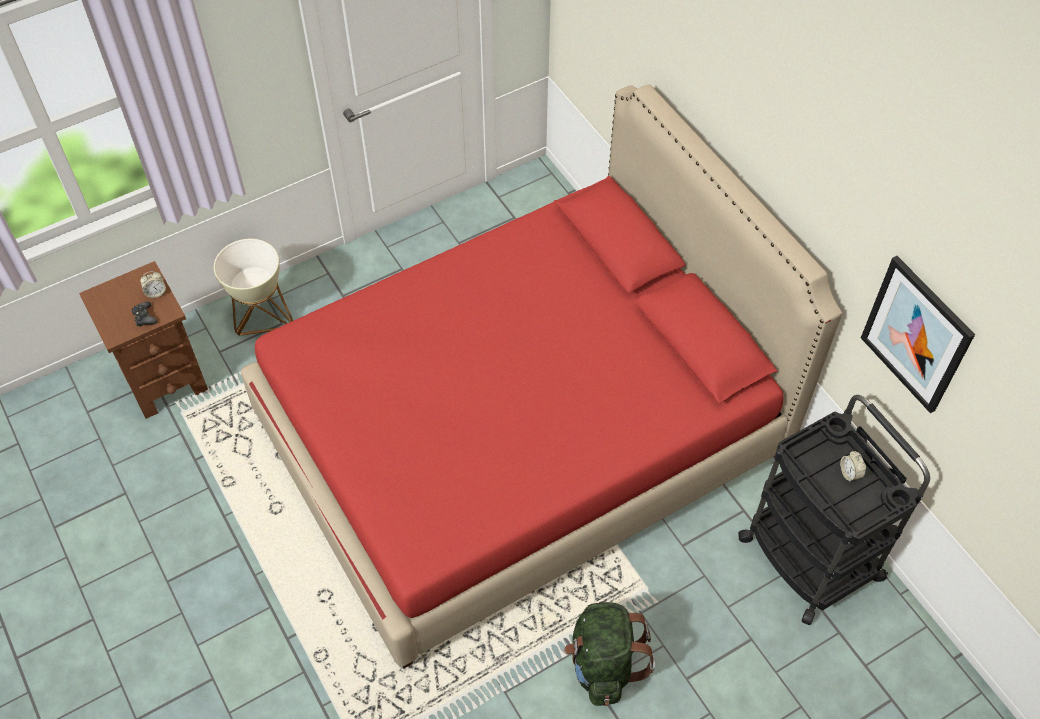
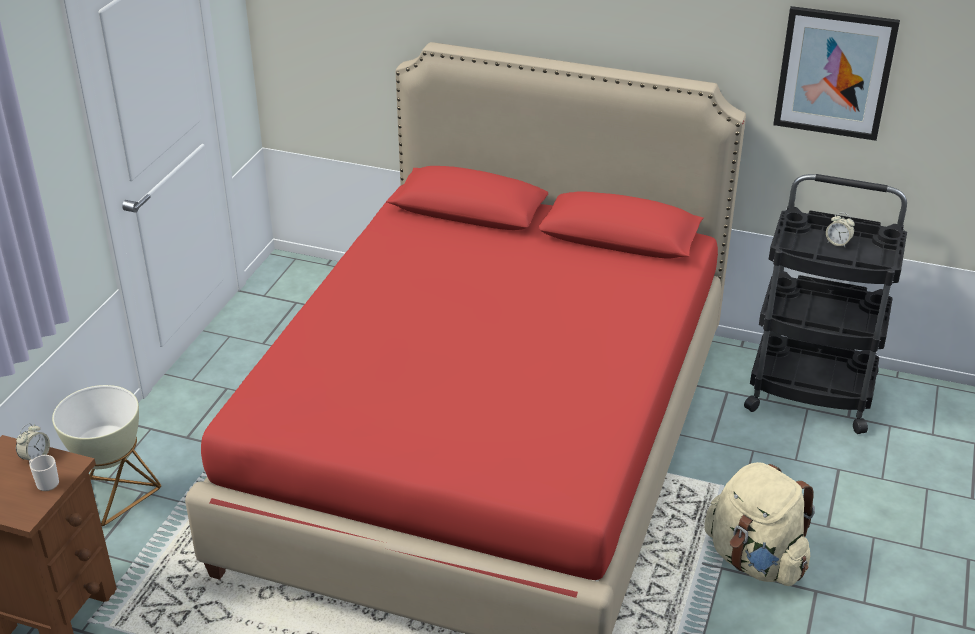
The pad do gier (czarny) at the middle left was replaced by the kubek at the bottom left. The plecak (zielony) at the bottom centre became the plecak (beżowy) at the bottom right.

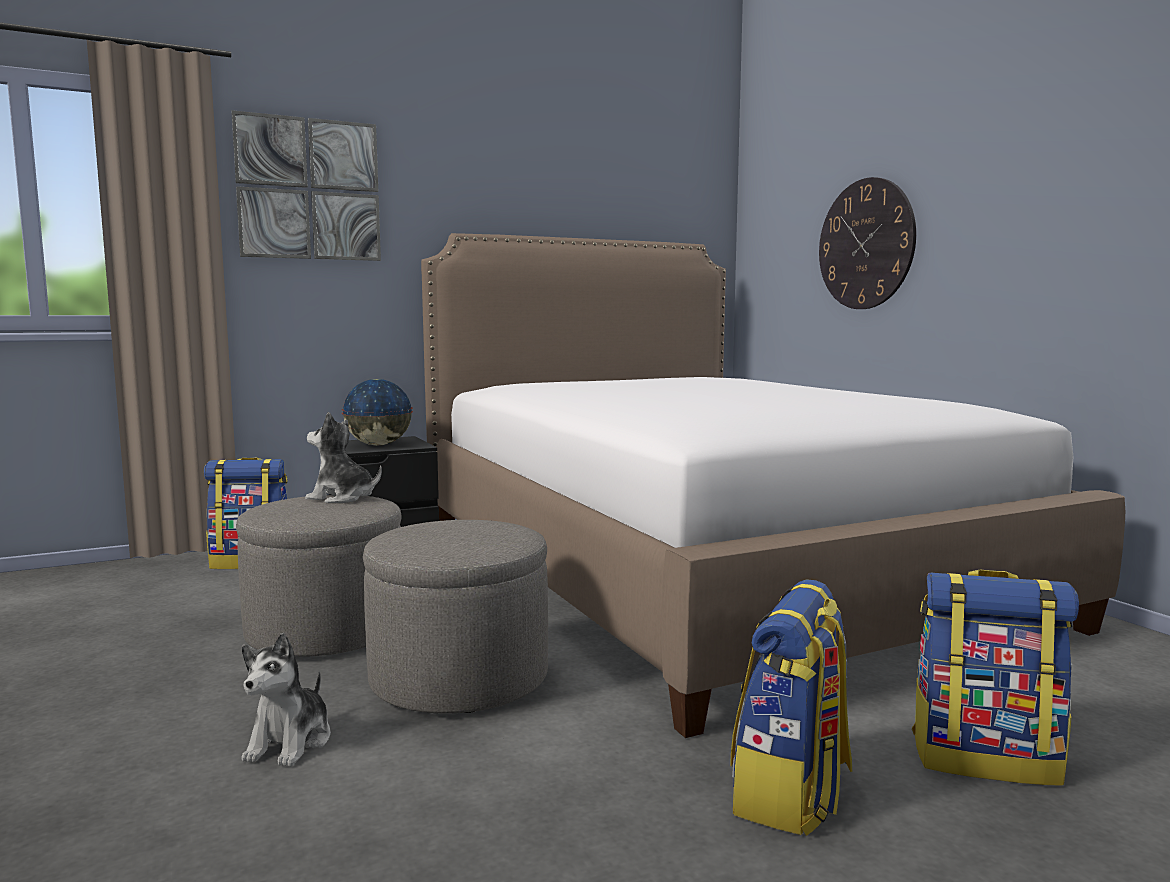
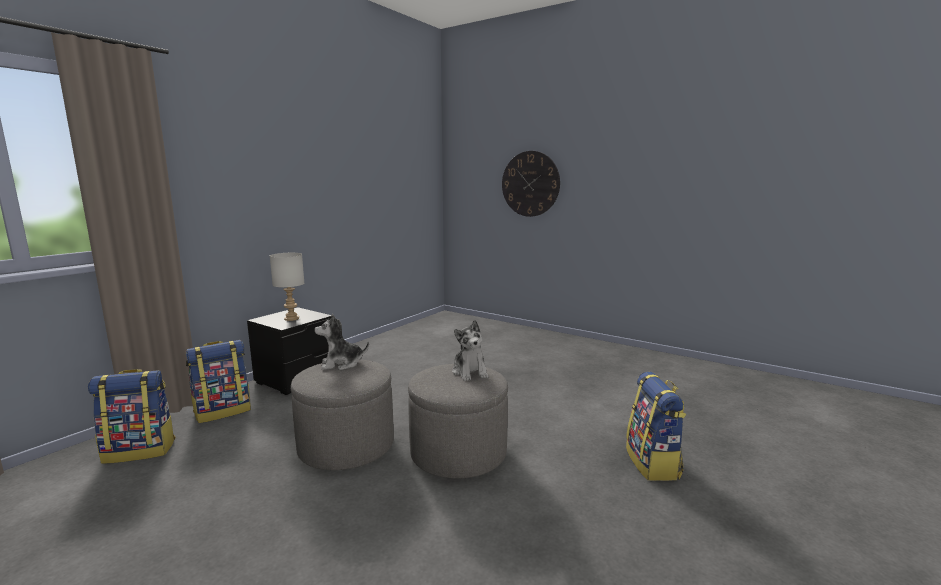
The plecak (no. 3 from left in the first image) moved from the bottom right to the bottom left. The globus at the middle left was replaced by the lampa stołowa (szary) at the middle left. The pluszak (no. 1 from left in the first image) moved from the bottom left to the centre. The obraz at the top left disappeared. The łóżko at the centre disappeared.

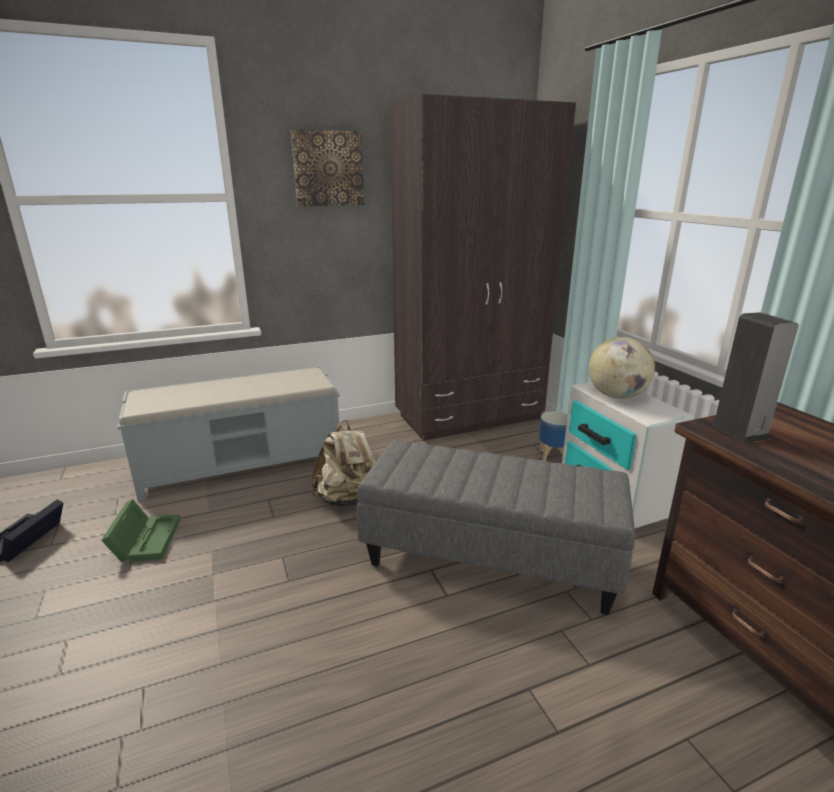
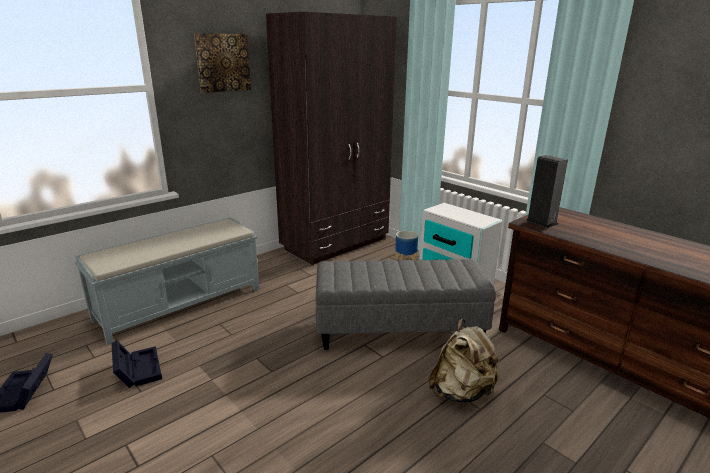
The pojemnik do przechowywania (zielony) at the bottom left became the pojemnik do przechowywania (czarny) (no. 2 from left) at the bottom left. The plecak (beżowy) moved from the centre to the bottom centre. The globus at the middle right disappeared.

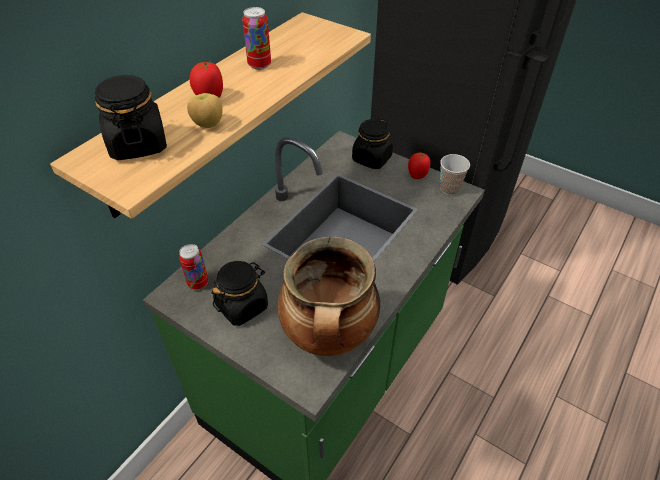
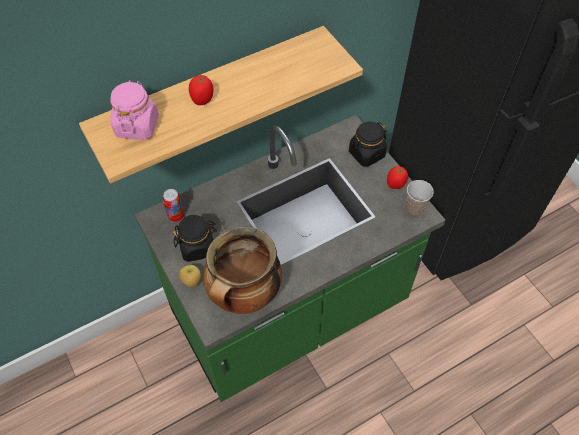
The słoik (czarny) (no. 1 from left) at the top left became the słoik (różowy) at the top left. The jabłko moved from the top left to the middle left. The puszka (no. 2 from left) at the top centre disappeared.

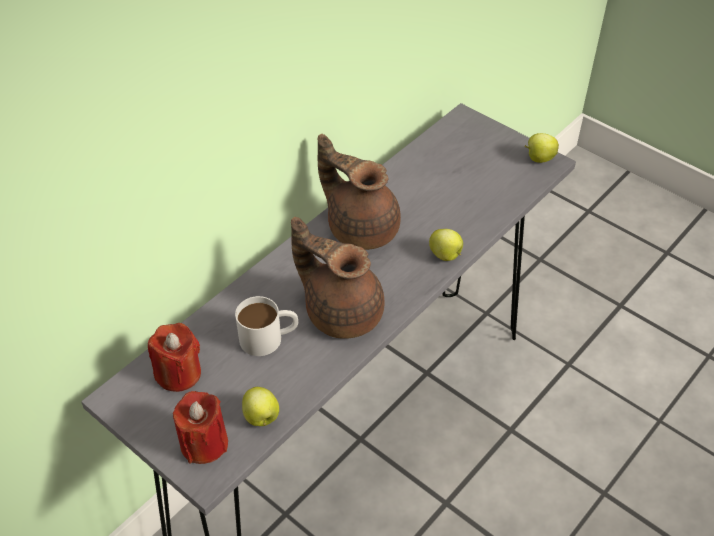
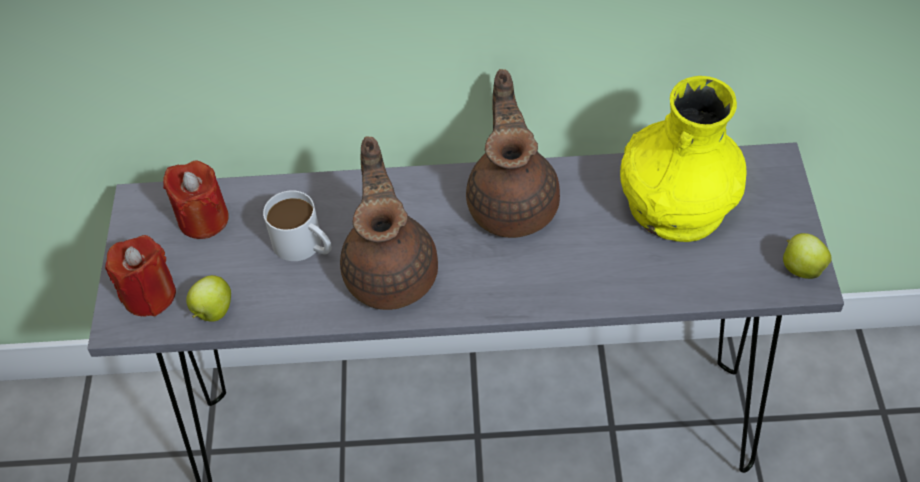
The wazon (żółty) at the top right appeared. The jabłko (no. 2 from left) at the centre disappeared.

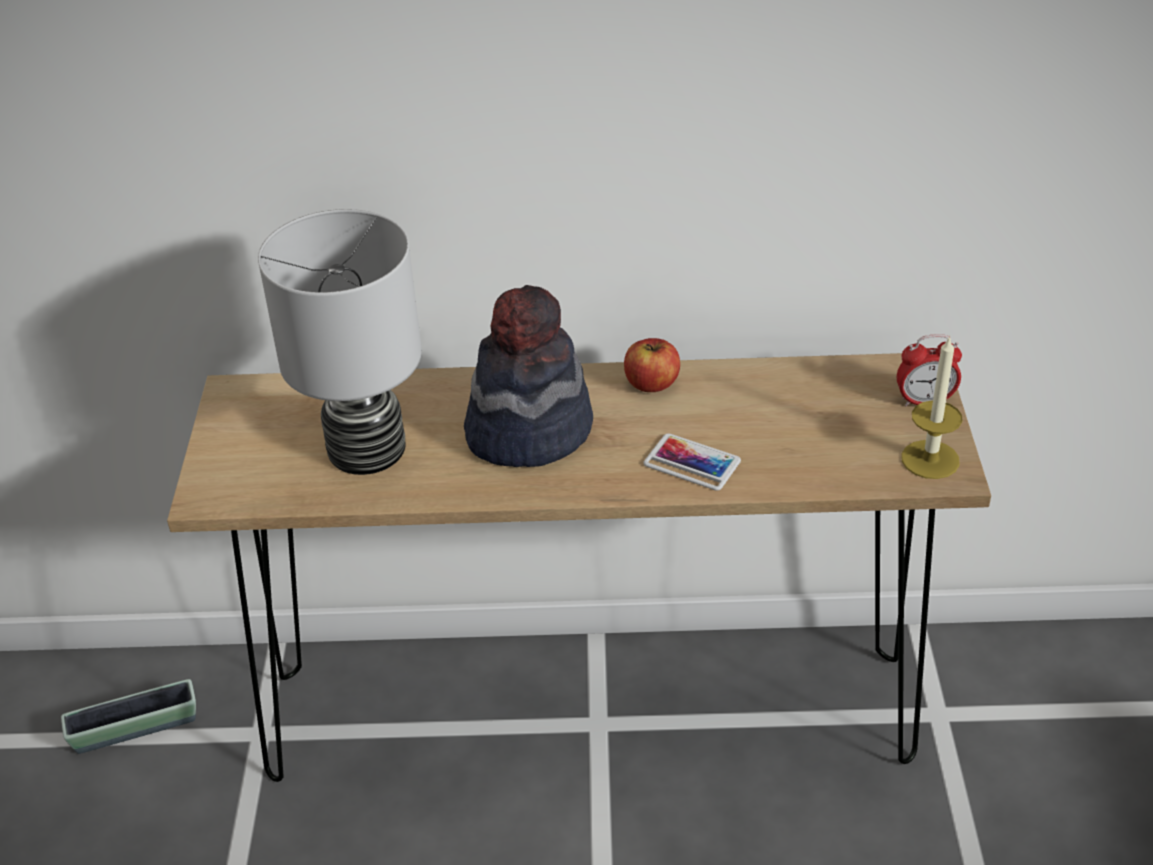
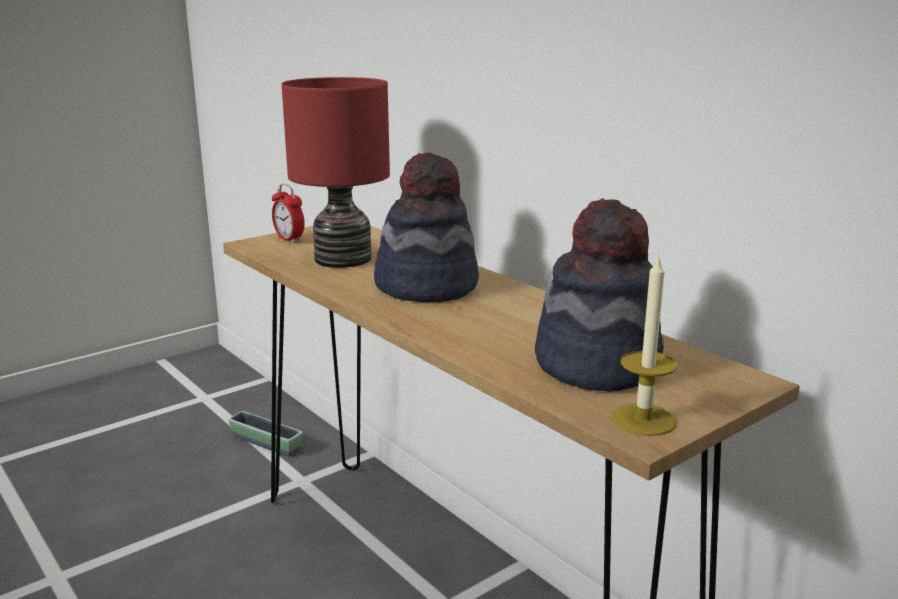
The budzik moved from the middle right to the middle left. The lampa stołowa (szary) at the middle left became the lampa stołowa (czerwony) at the top centre. The kapelusz (no. 2 from left) at the middle right appeared. The jabłko at the centre disappeared. The telefon at the centre disappeared.

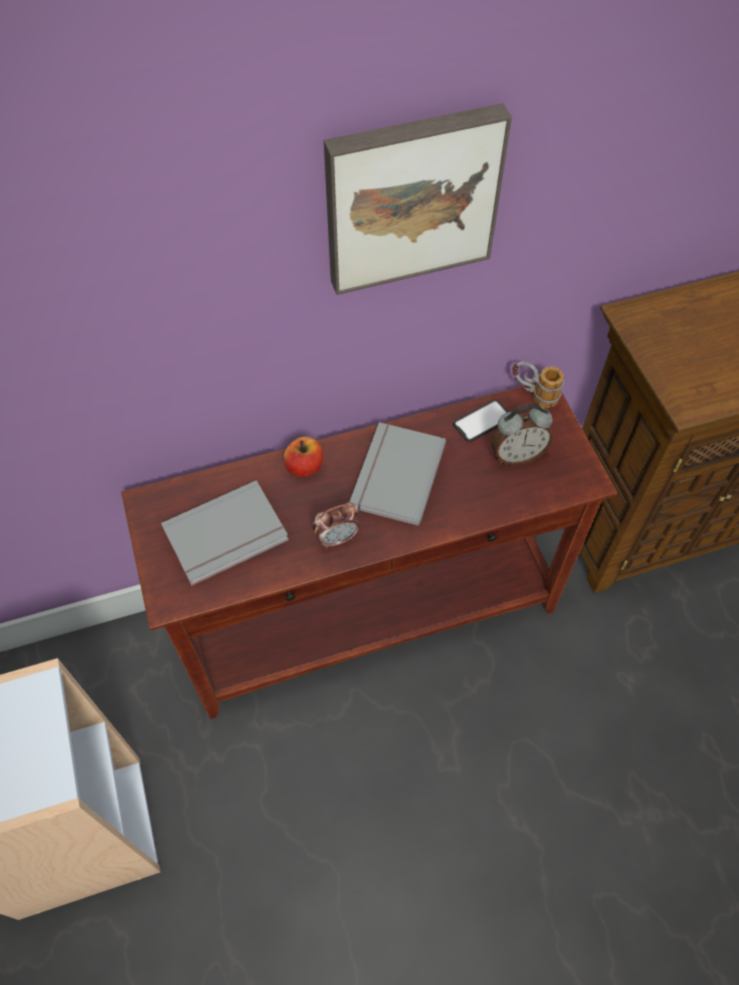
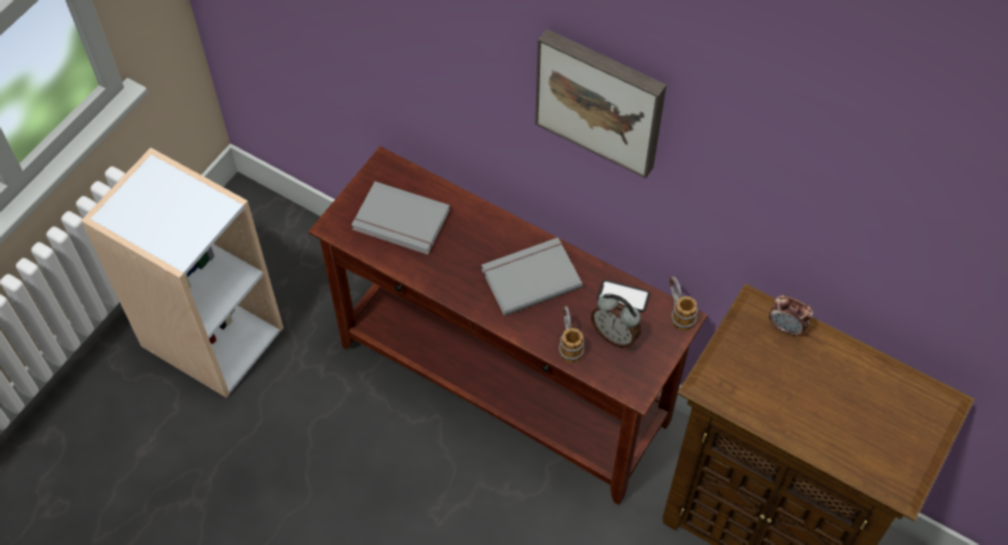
The kubek (no. 1 from left) at the centre appeared. The budzik (no. 1 from left in the first image) moved from the centre to the middle right. The jabłko at the centre disappeared.

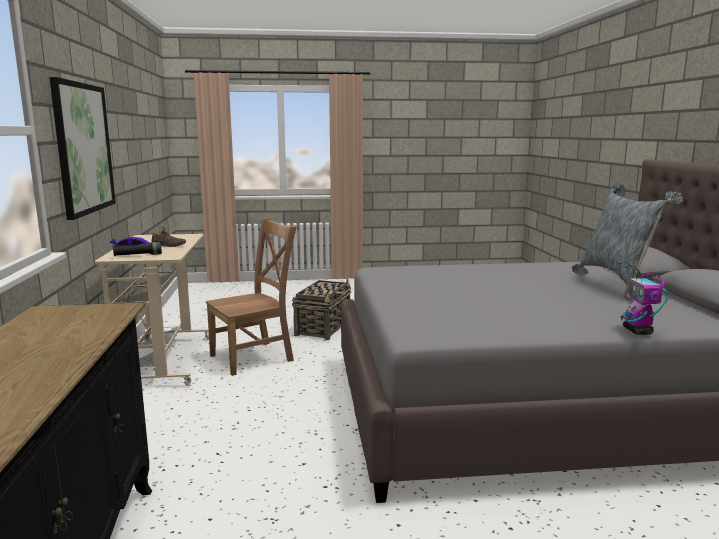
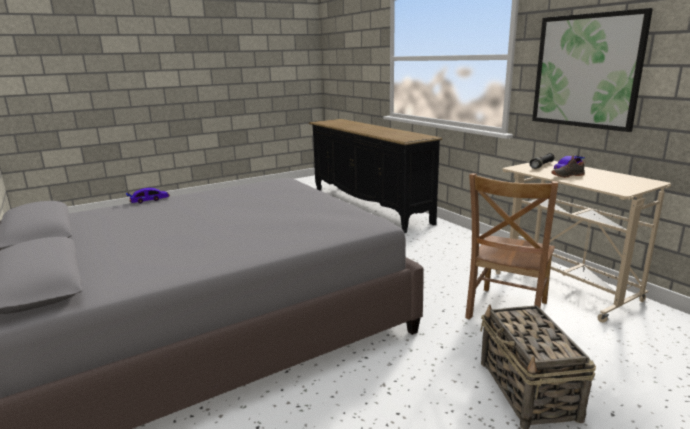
The robot zabawkowy at the middle right was replaced by the samochodzik (no. 1 from left) at the middle left. The poduszka at the middle right disappeared.

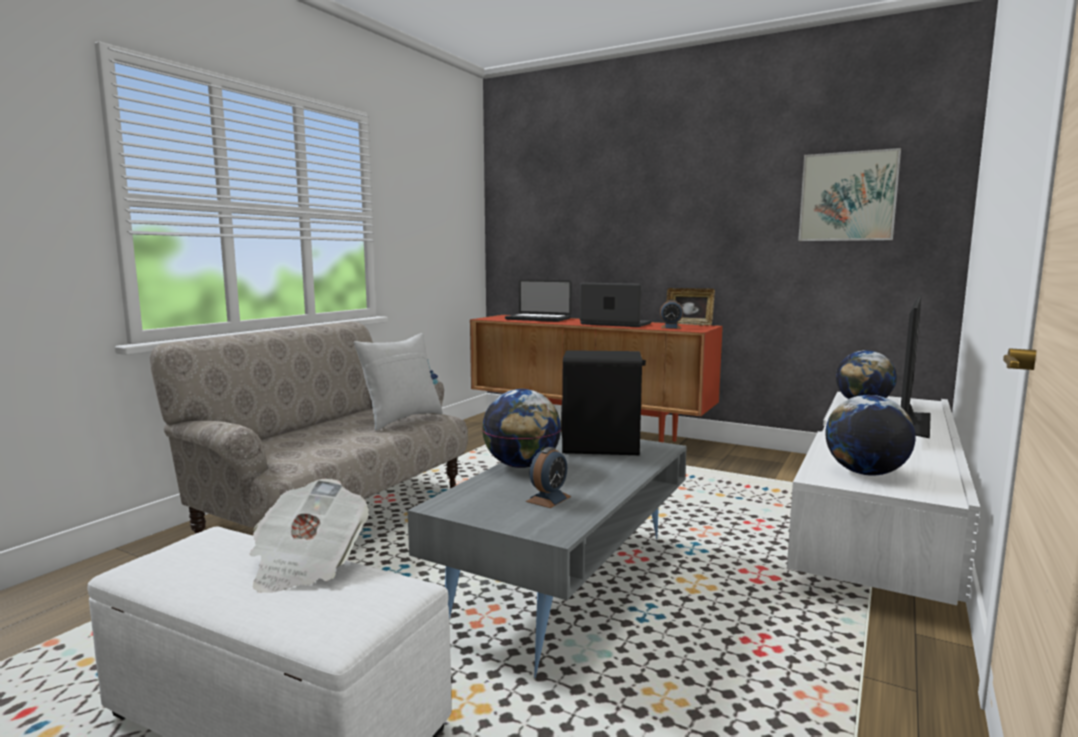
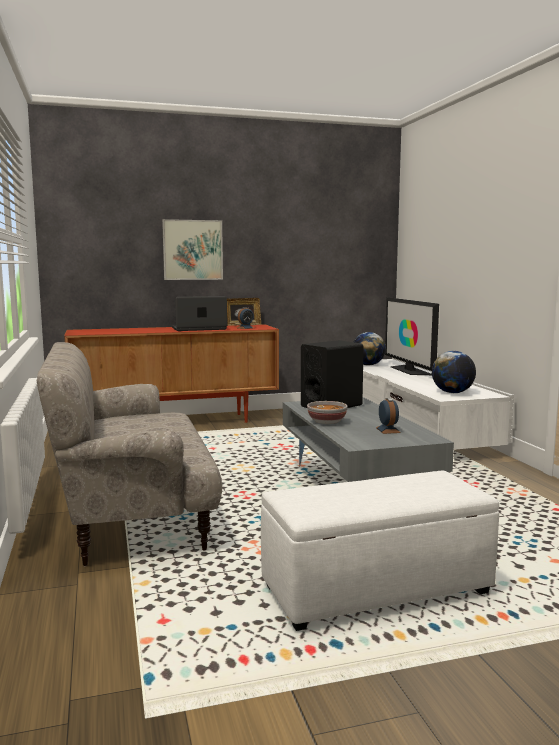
The obraz moved from the top right to the centre. The globus (no. 1 from left) at the centre was replaced by the miska at the centre. The gazeta at the bottom left disappeared. The poduszka (szary) at the centre disappeared. The laptop (no. 1 from left) at the centre disappeared.

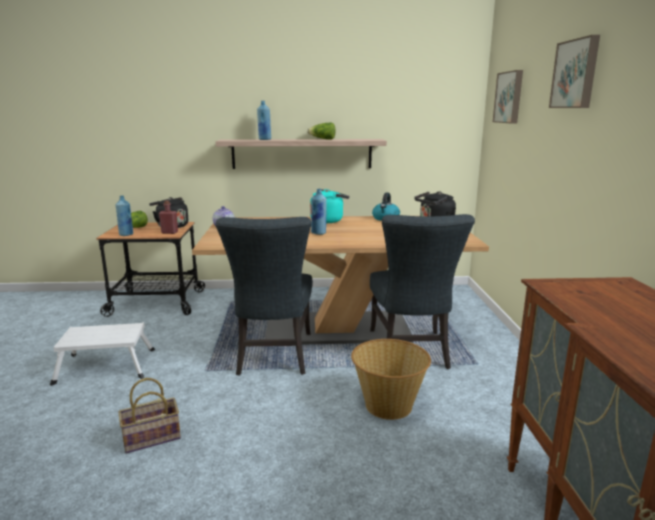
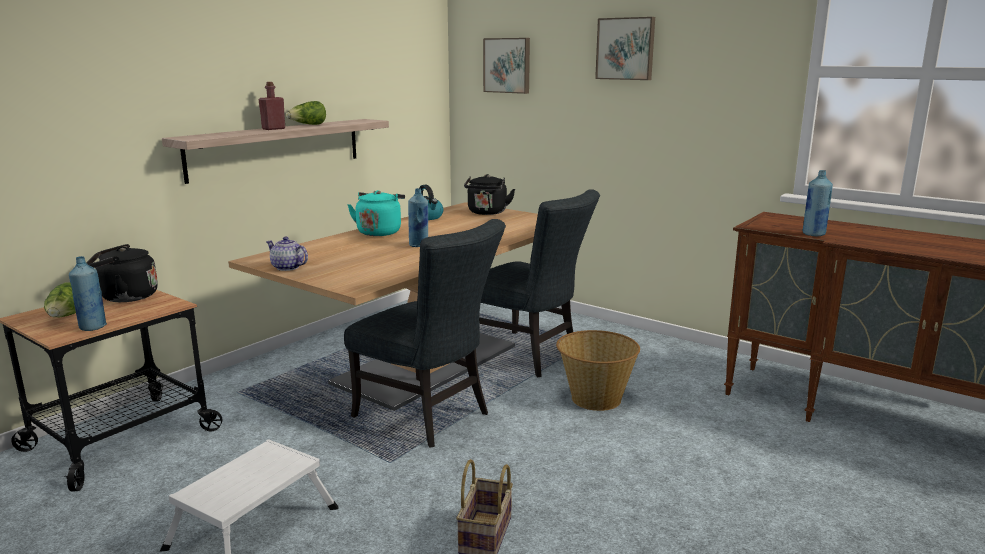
The butelka (czerwony) moved from the middle left to the top left. The butelka (niebieski) (no. 2 from left in the first image) moved from the top centre to the middle right.

